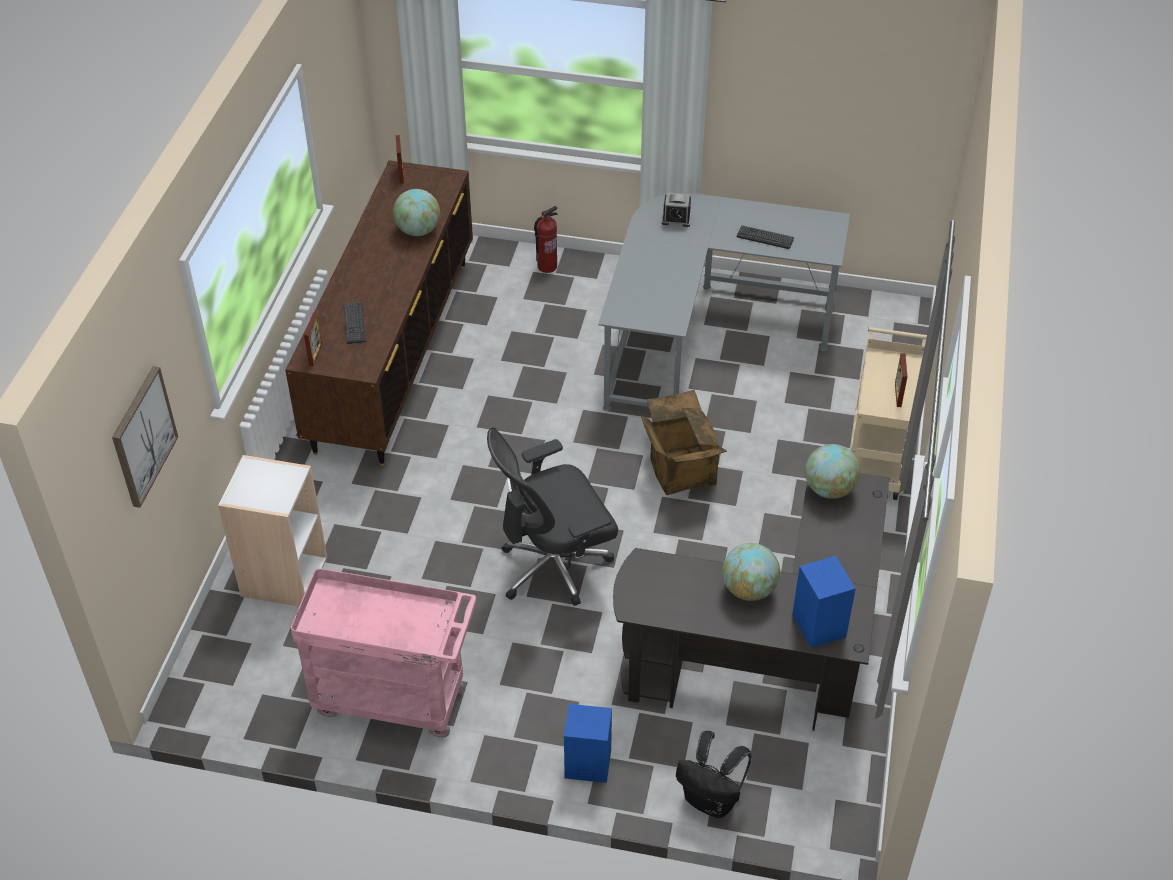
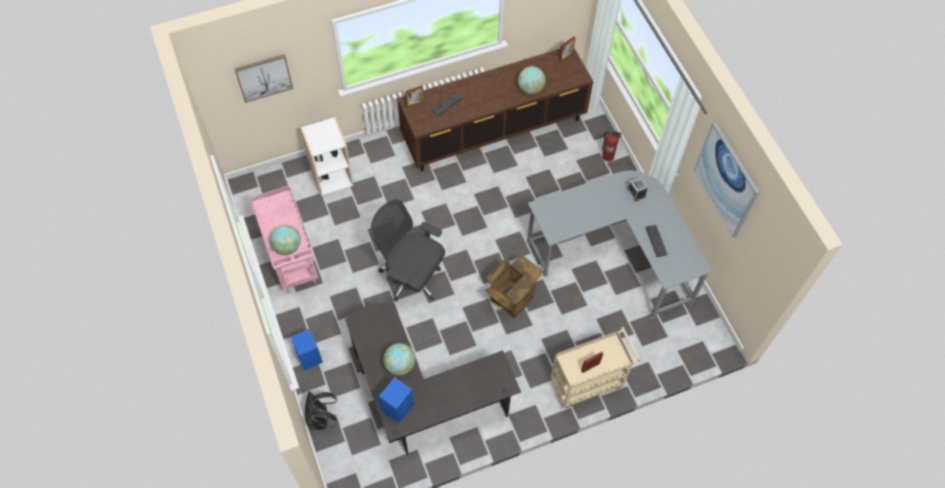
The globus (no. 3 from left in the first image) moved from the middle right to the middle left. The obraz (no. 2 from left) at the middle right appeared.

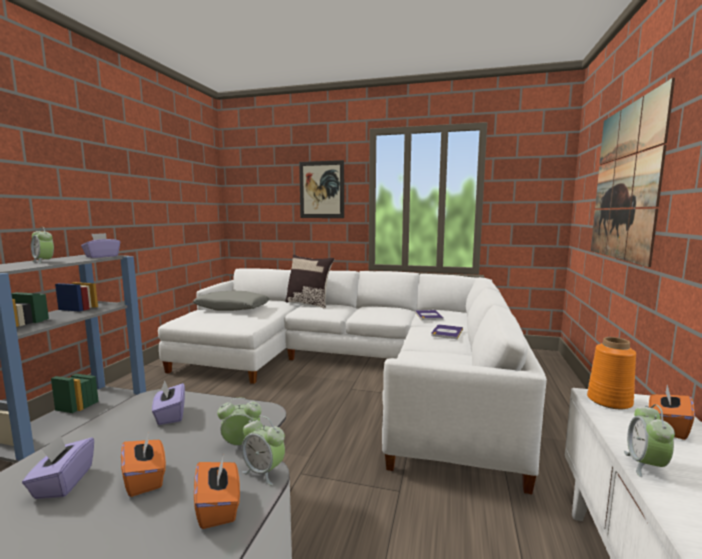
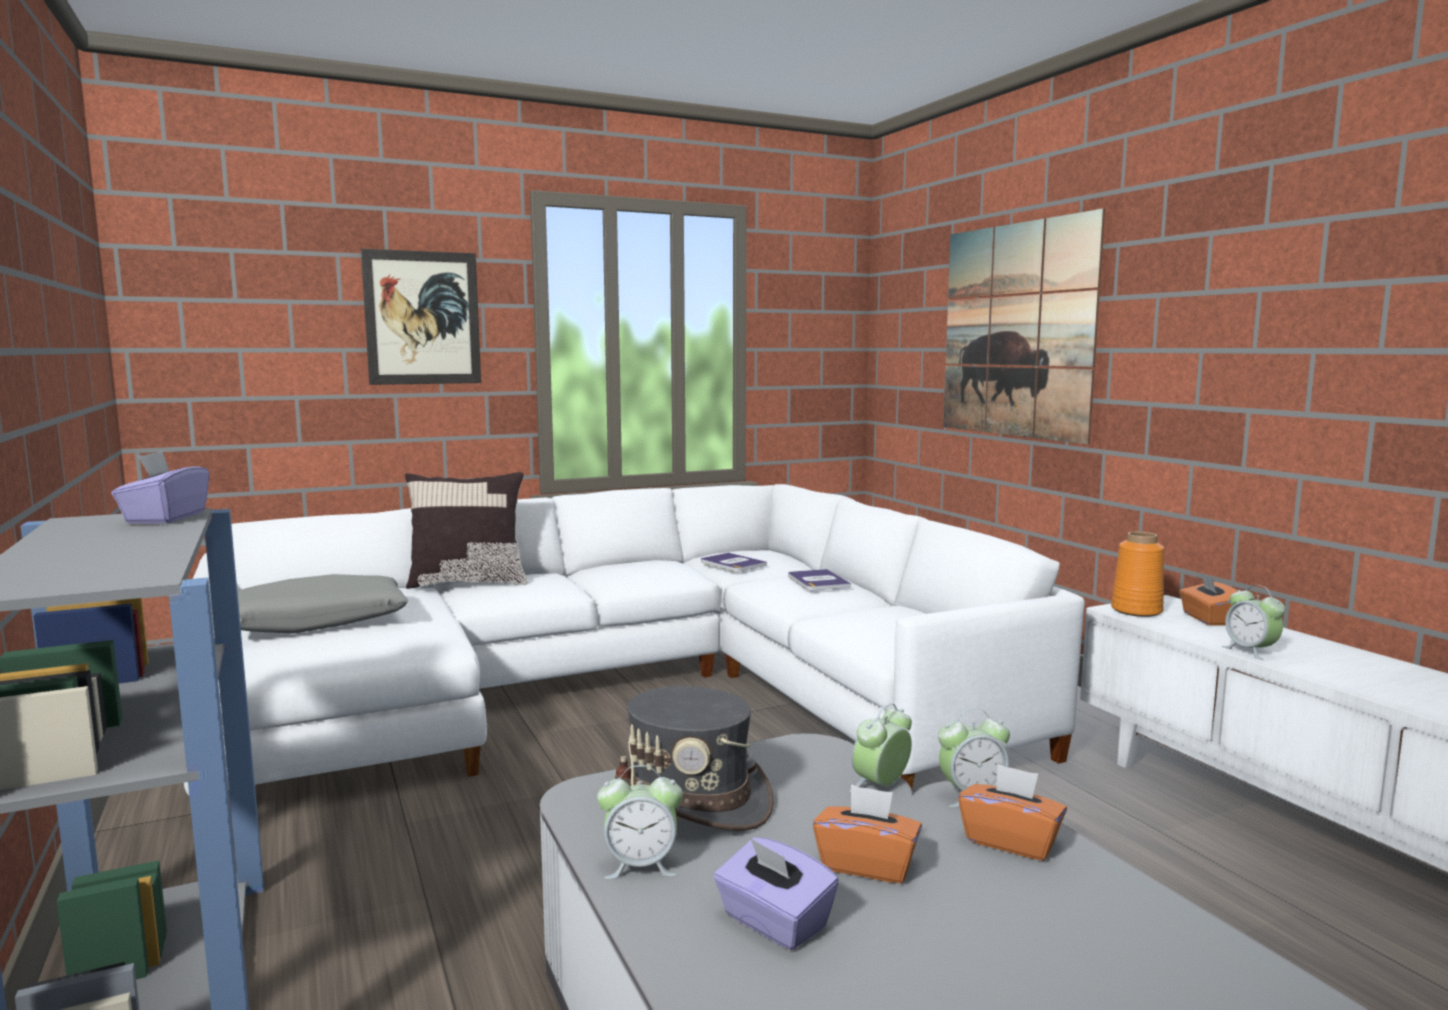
The budzik (no. 1 from left) moved from the middle left to the bottom centre. The pudełko chusteczek (fioletowy) (no. 3 from left) at the bottom left was replaced by the kapelusz (szary) at the bottom centre.

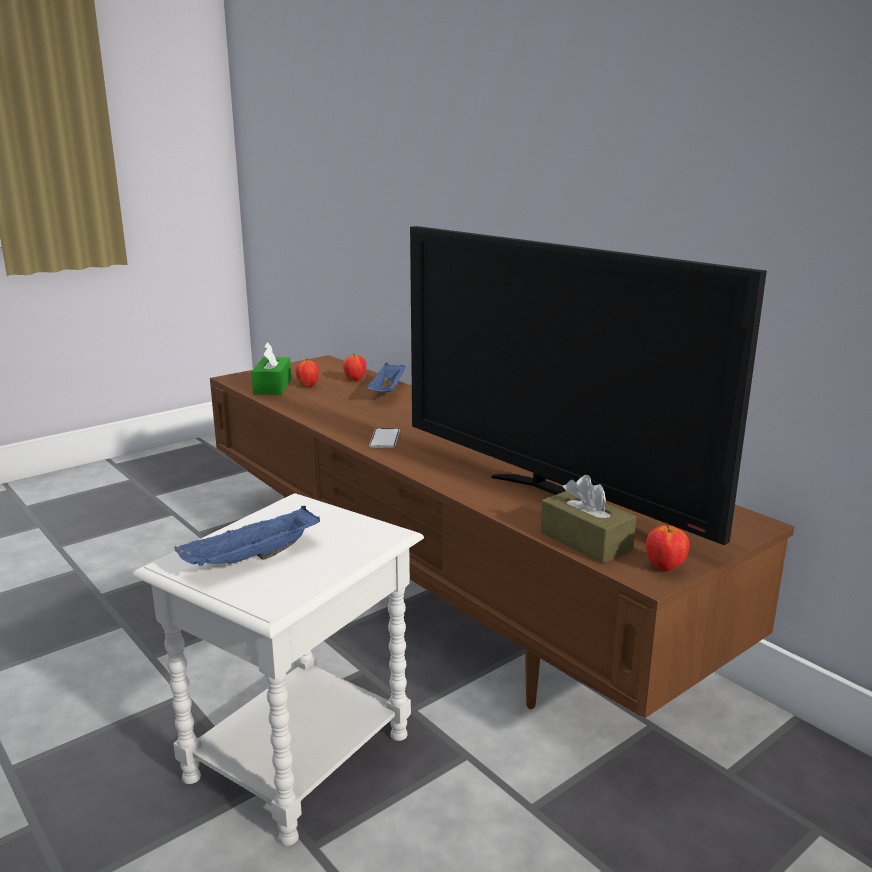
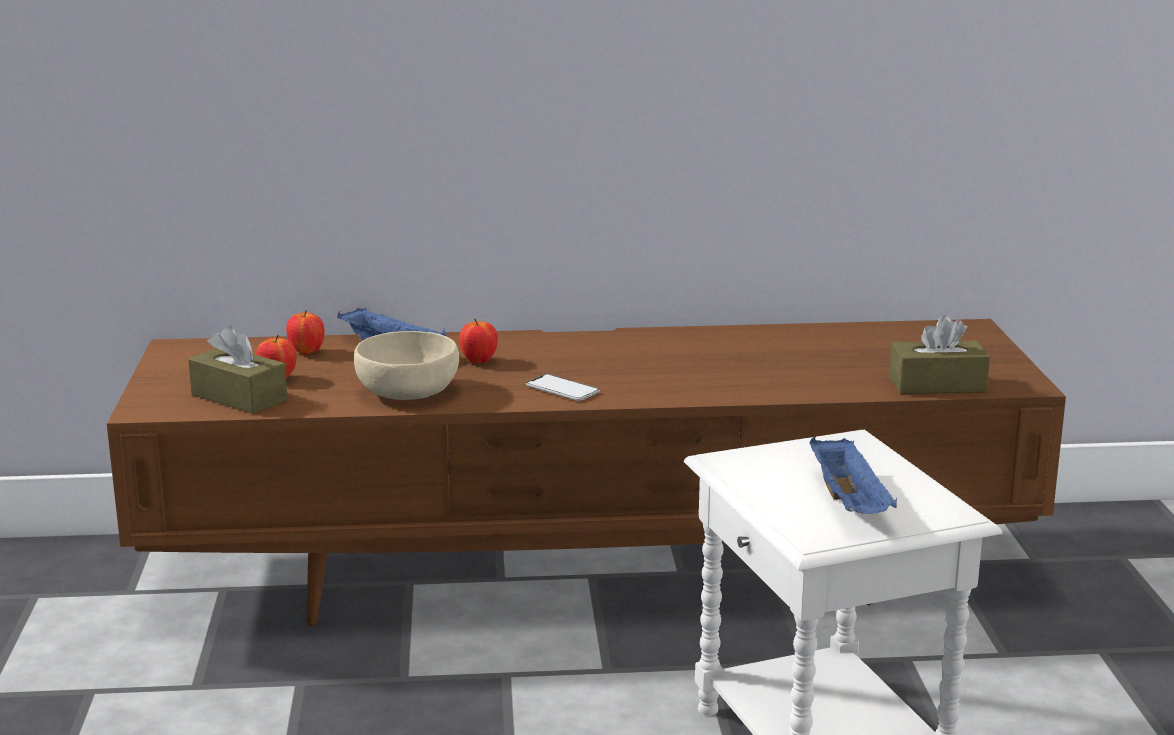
The pudełko chusteczek (zielony) at the middle left became the pudełko chusteczek (brązowy) (no. 1 from left) at the middle left. The miska (beżowy) at the centre appeared. The jabłko (no. 3 from left) moved from the middle right to the centre. The telewizor at the middle right disappeared.

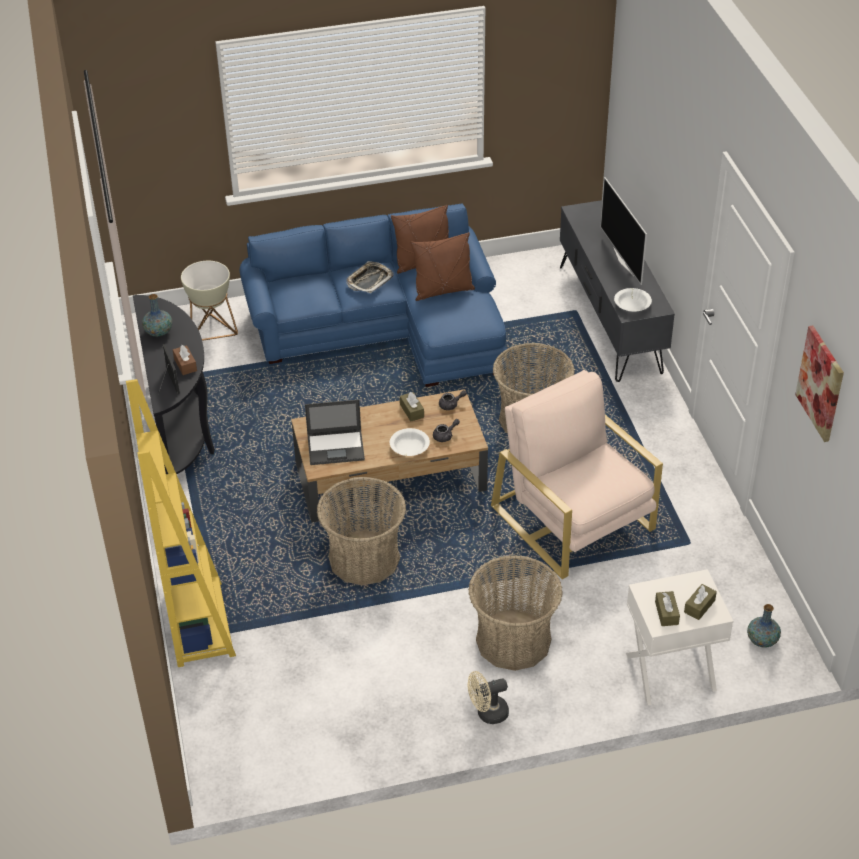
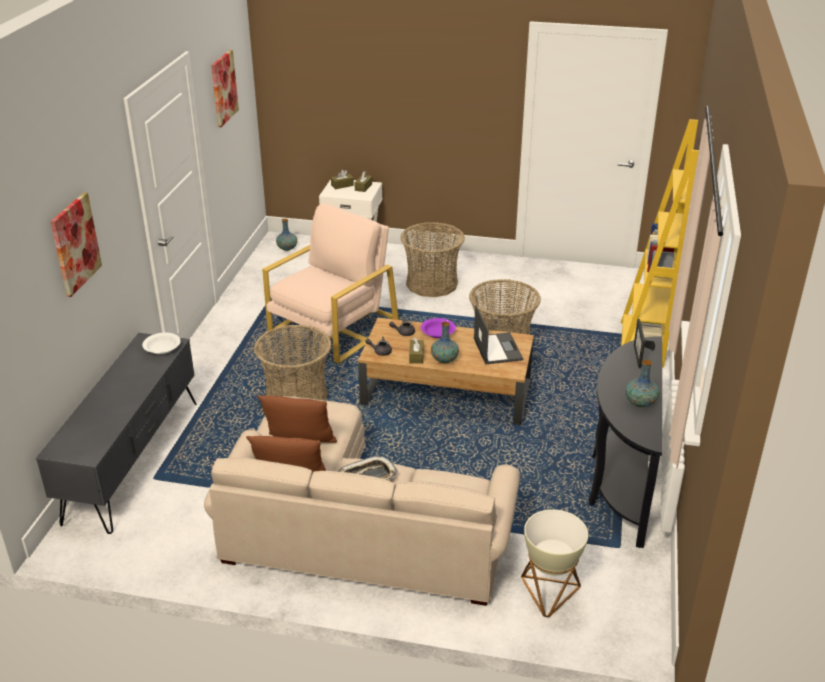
The obraz (no. 1 from left) at the middle left appeared. The kanapa (niebieski) at the centre became the kanapa (beżowy) at the bottom centre. The fotel (beżowy) at the middle right turned 135 degrees counterclockwise. The miska (biały) (no. 1 from left) at the centre became the miska (fioletowy) at the centre. The wazon (no. 2 from left) at the centre appeared. The laptop at the centre turned 60 degrees clockwise. The pudełko chusteczek (brązowy) (no. 1 from left) at the middle left disappeared. The wentylator (beżowy) at the bottom centre disappeared. The telewizor at the top right disappeared.

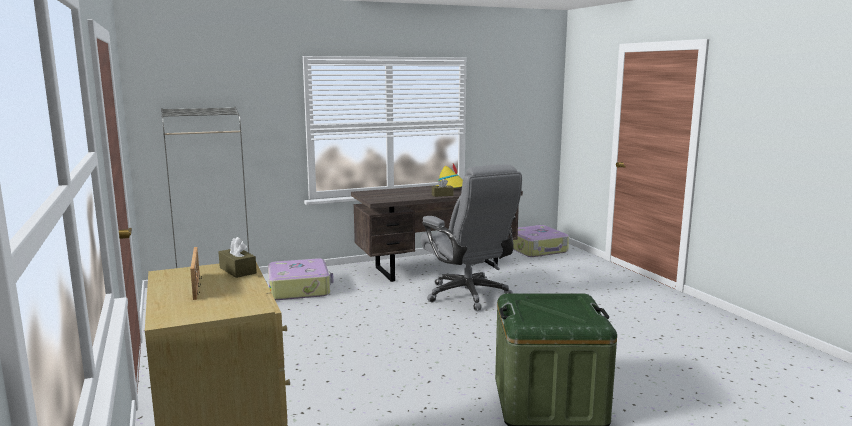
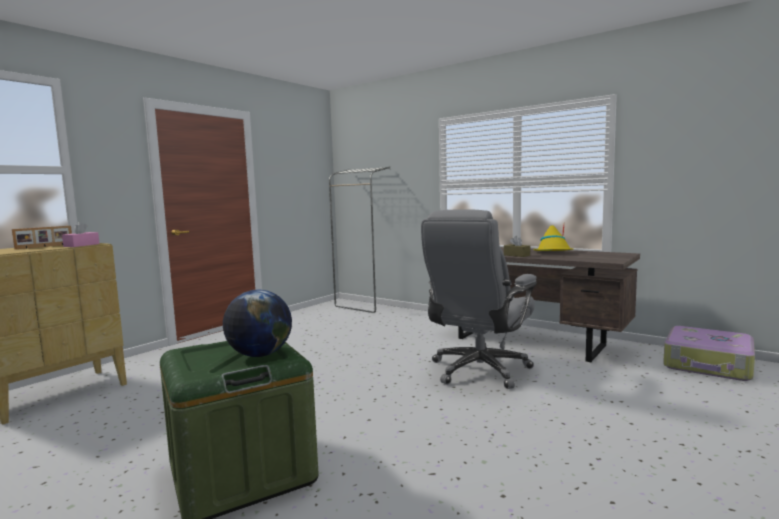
The pudełko chusteczek (brązowy) (no. 1 from left) at the middle left became the pudełko chusteczek (różowy) at the middle left. The globus at the middle left appeared. The walizka (no. 1 from left) at the centre disappeared.

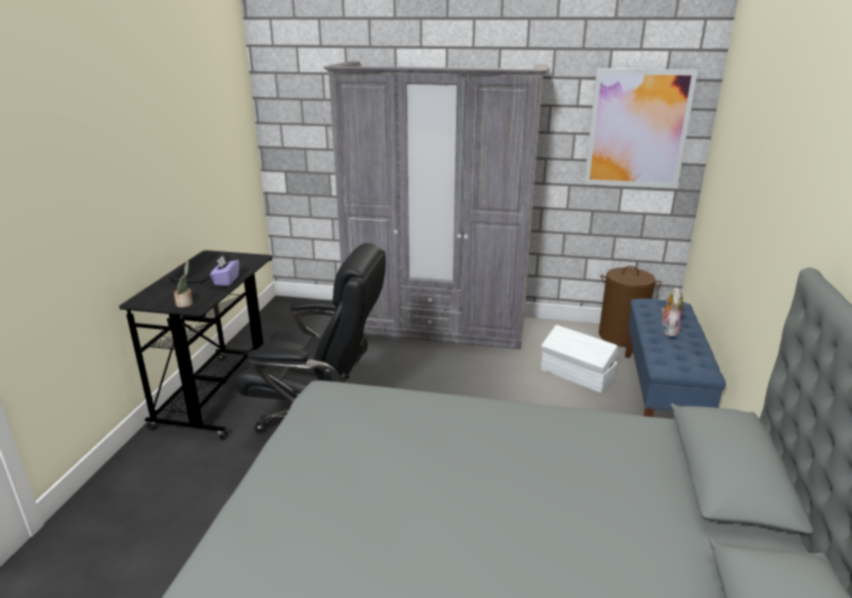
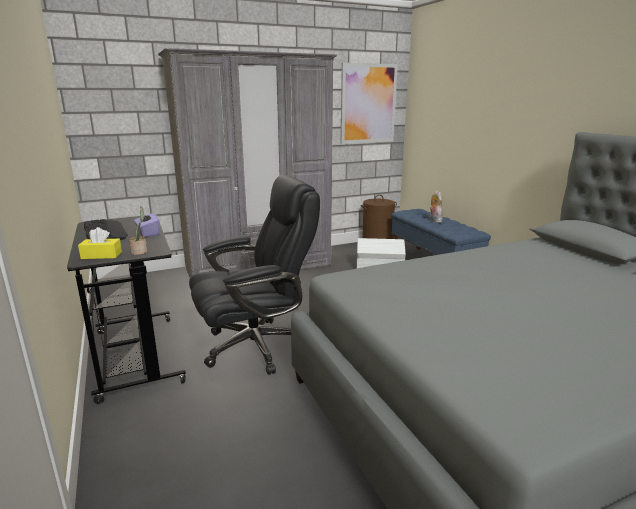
The pudełko chusteczek (żółty) at the middle left appeared.

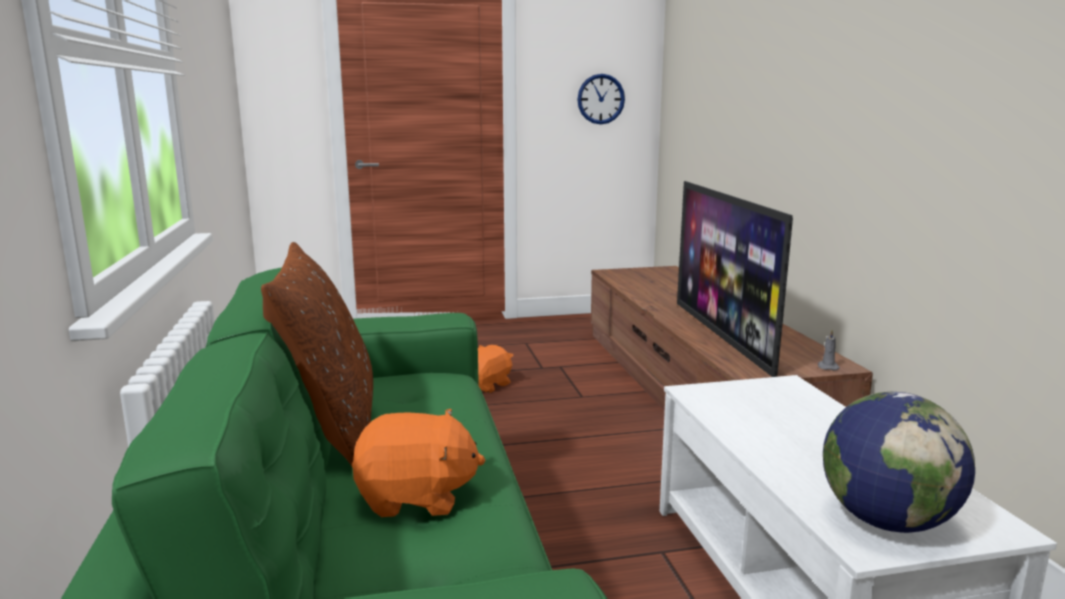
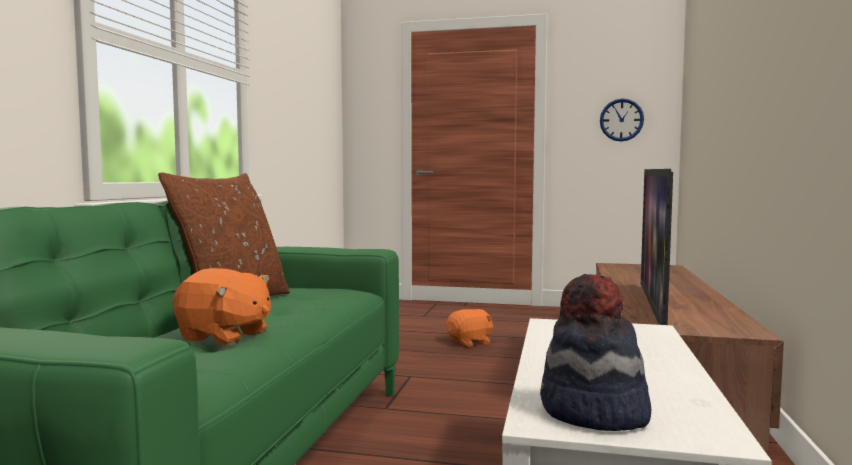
The globus at the bottom right was replaced by the kapelusz at the bottom right. The świeca (szary) at the middle right disappeared.

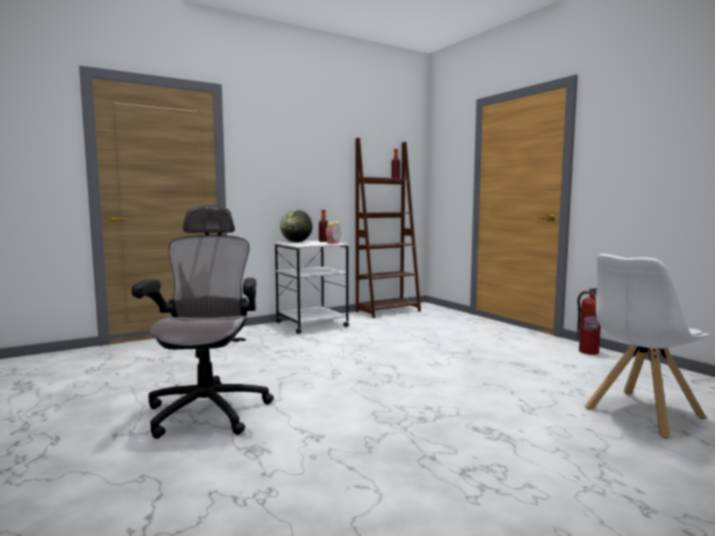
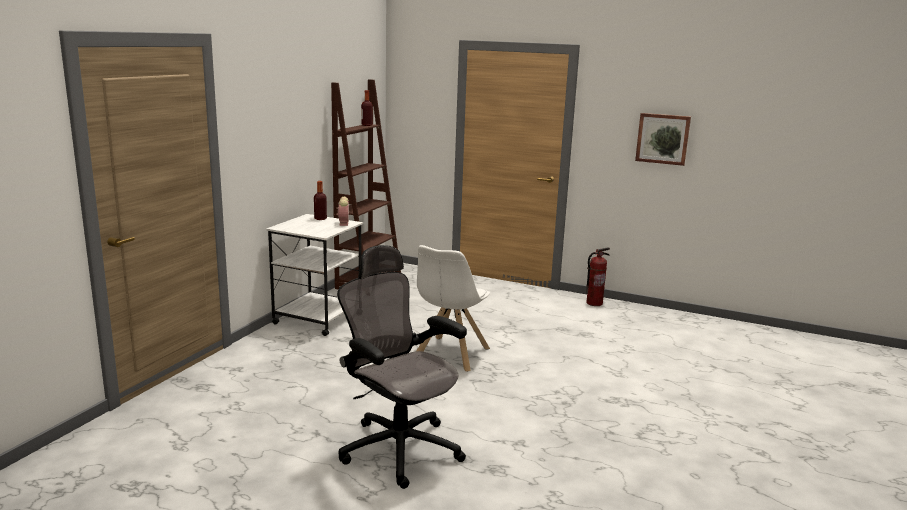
The krzesło (biały) moved from the middle right to the centre. The obraz at the top right appeared. The globus at the centre disappeared.

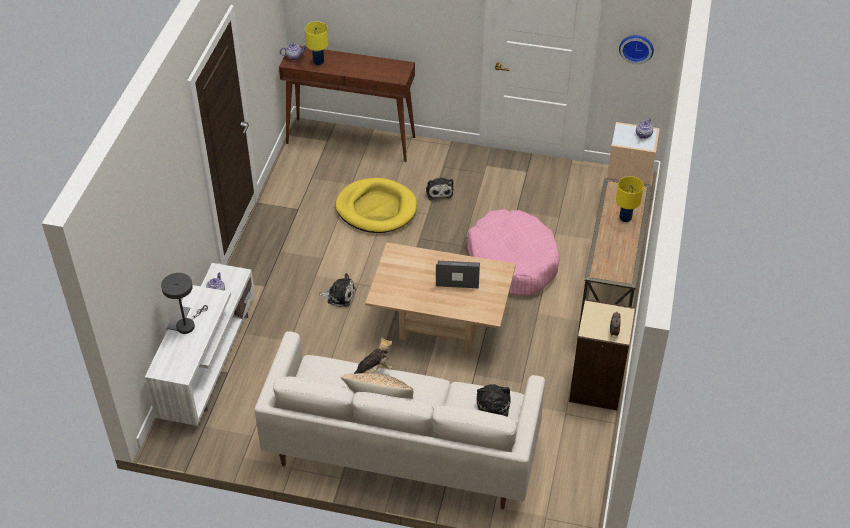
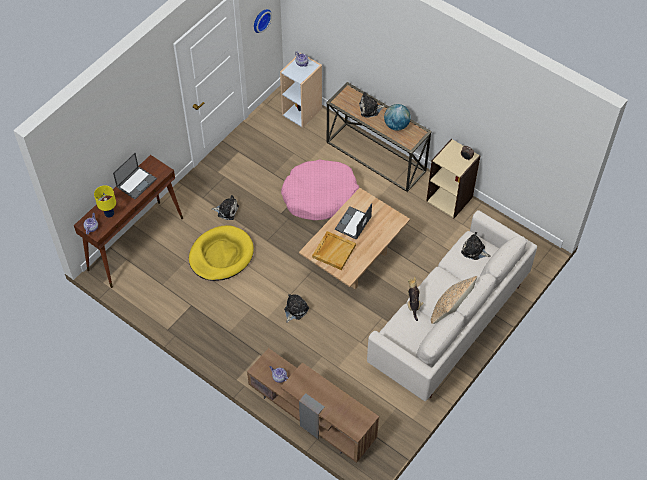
The laptop (no. 1 from left) at the middle left appeared. The szafka pod telewizor (biały) at the middle left became the szafka pod telewizor (brązowy) at the bottom centre. The taca (beżowy) at the centre appeared. The lampa stołowa (żółty) (no. 2 from left) at the middle right was replaced by the pluszak (no. 3 from left) at the top centre. The globus at the top centre appeared. The lampa stołowa (szary) at the middle left disappeared.

